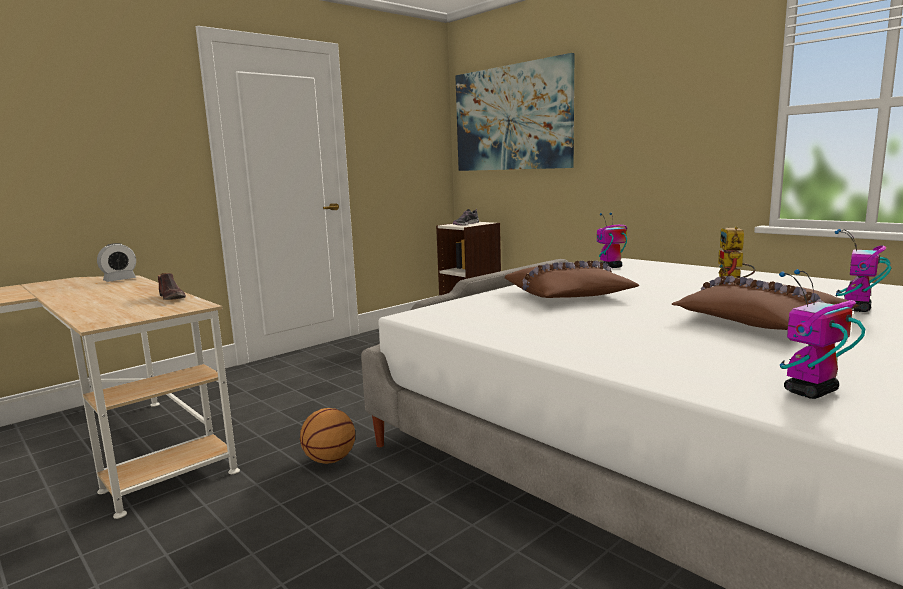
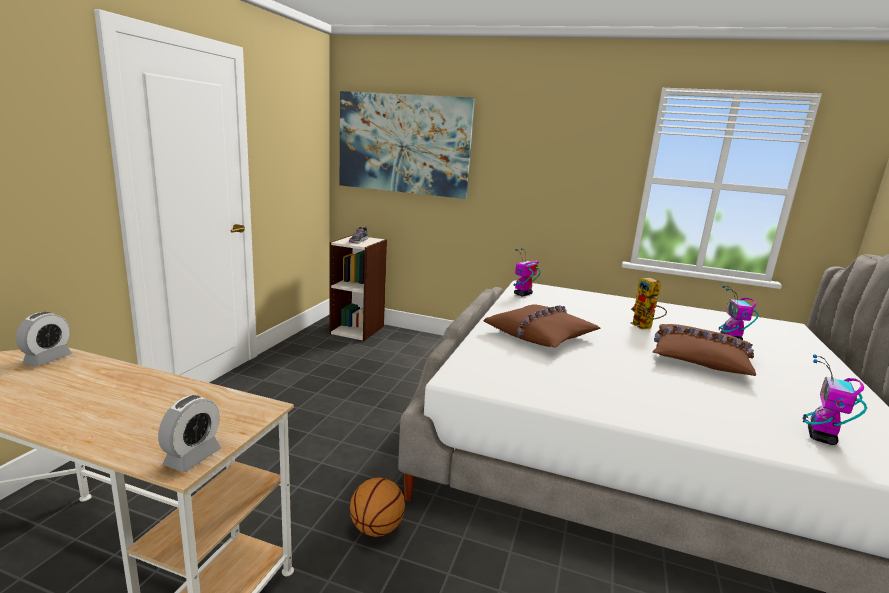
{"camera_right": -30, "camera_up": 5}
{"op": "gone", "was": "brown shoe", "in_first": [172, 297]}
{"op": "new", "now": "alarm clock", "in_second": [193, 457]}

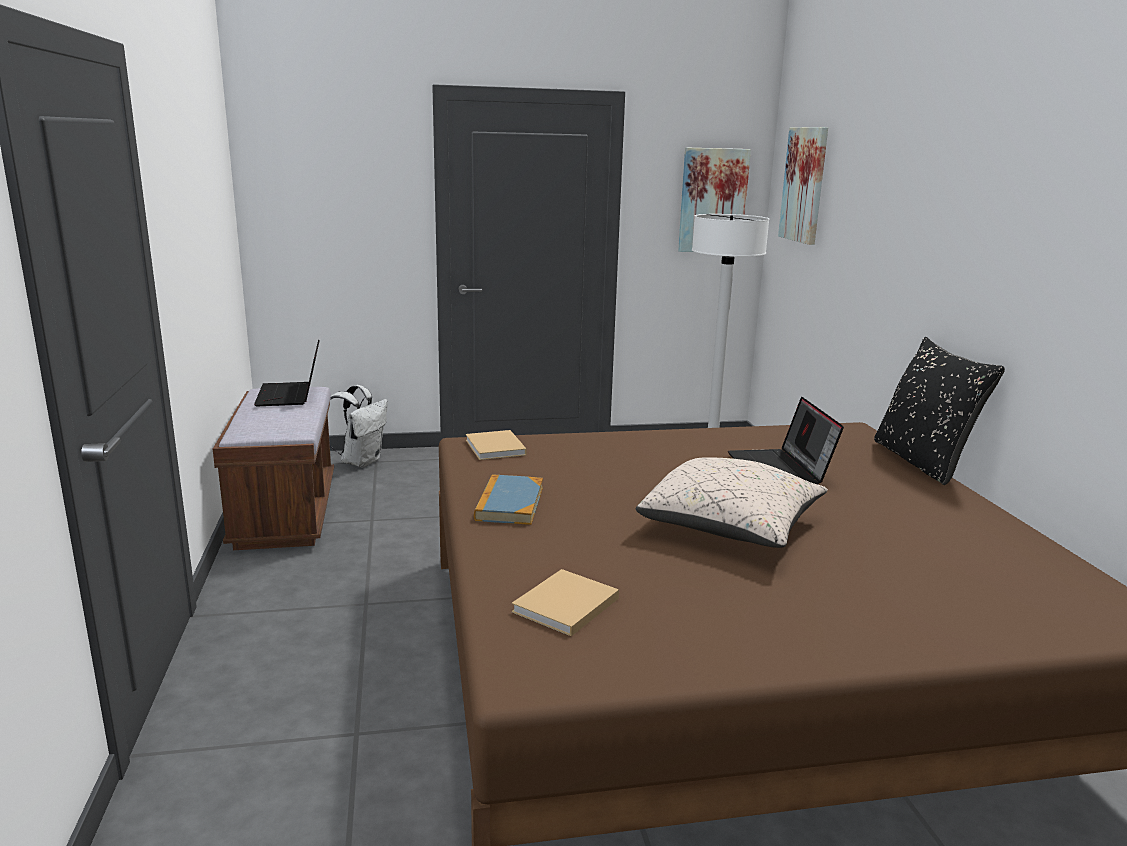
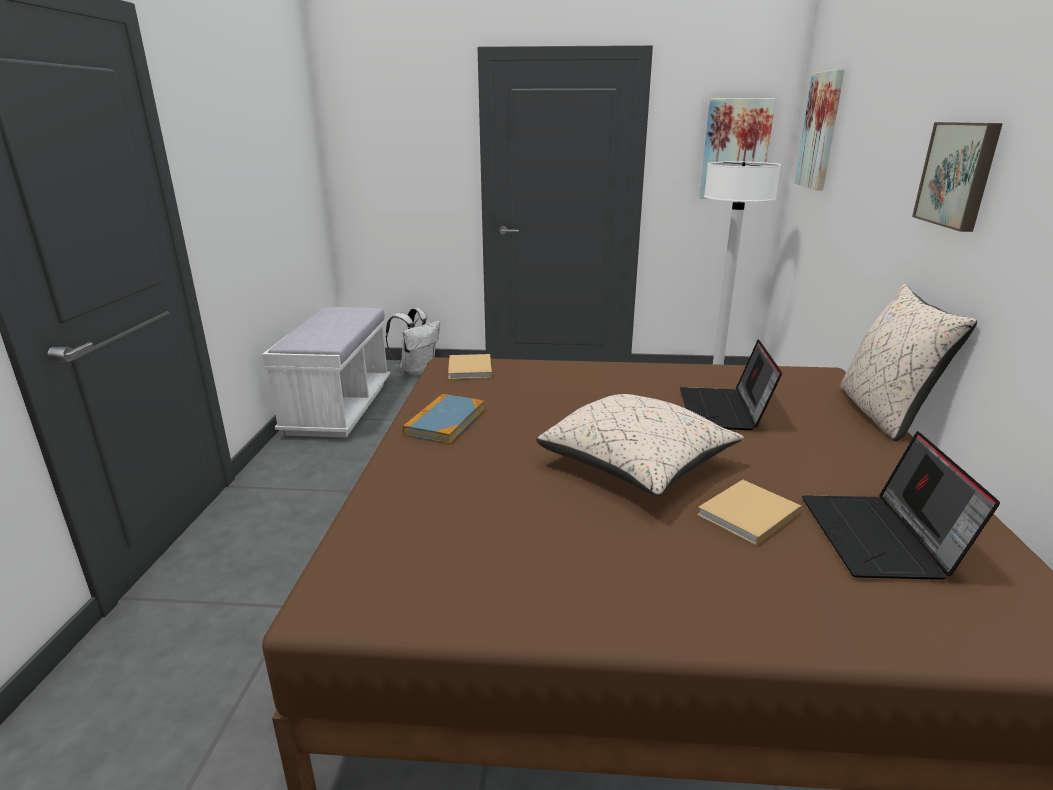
{"camera_right": 15, "camera_up": 5}
{"op": "repainted", "was": "brown bench", "now": "white bench", "in_first": [285, 513], "in_second": [339, 408]}
{"op": "shifted", "was": "laptop", "in_first": [291, 395], "in_second": [881, 538]}
{"op": "shifted", "was": "beige book", "in_first": [564, 606], "in_second": [746, 515]}
{"op": "repainted", "was": "black pillow", "now": "beige pillow", "in_first": [922, 461], "in_second": [883, 413]}
{"op": "new", "now": "picture", "in_second": [959, 174]}

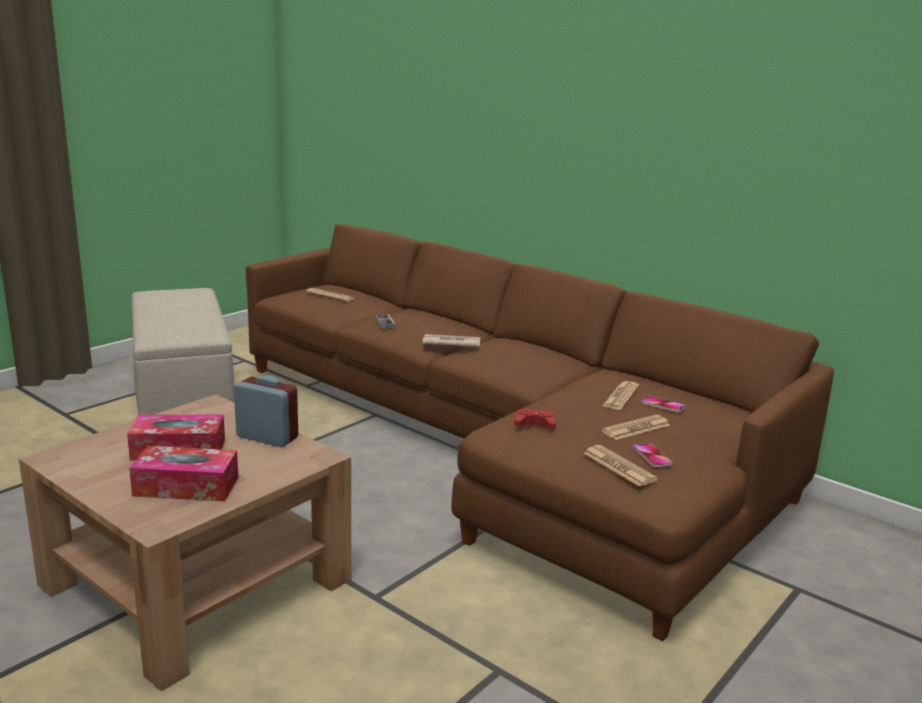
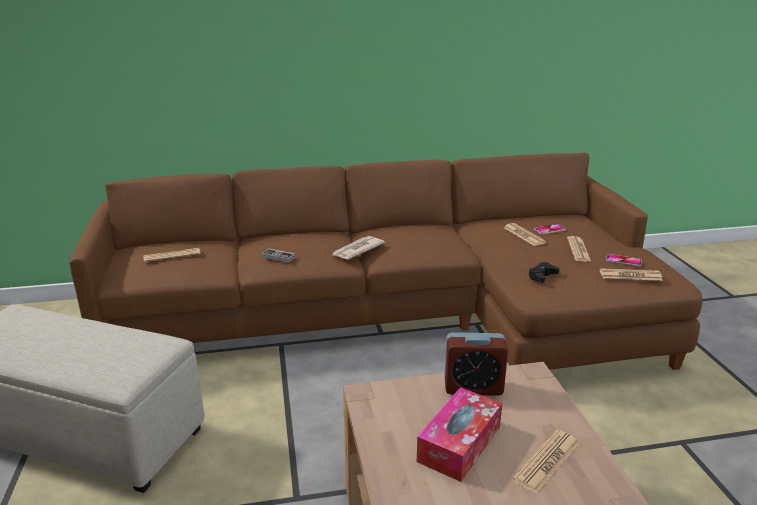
{"camera_right": -50, "camera_up": 5}
{"op": "swapped", "was": "tissue box", "now": "newspaper", "in_first": [186, 486], "in_second": [547, 462]}
{"op": "rotated", "was": "alarm clock", "in_first": [267, 437], "in_second": [473, 387], "clockwise": -150}
{"op": "repainted", "was": "red game controller", "now": "black game controller", "in_first": [534, 424], "in_second": [542, 276]}

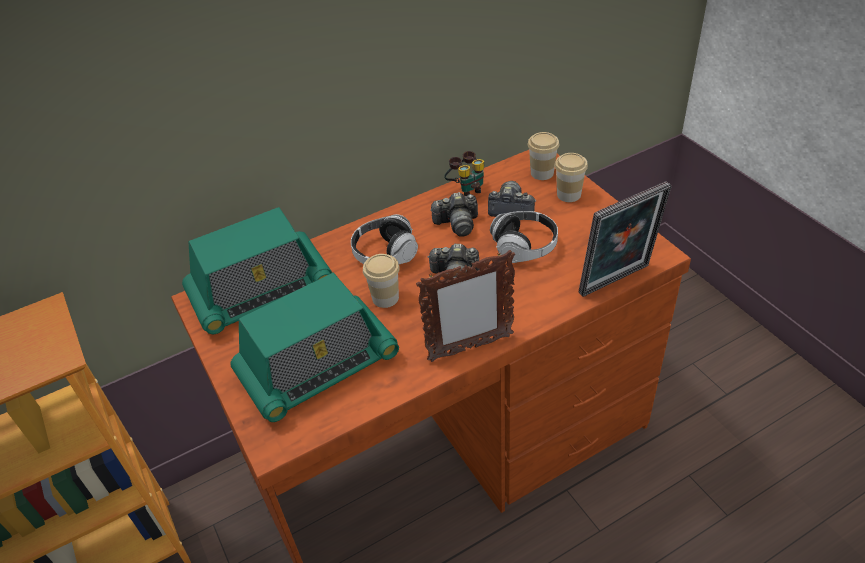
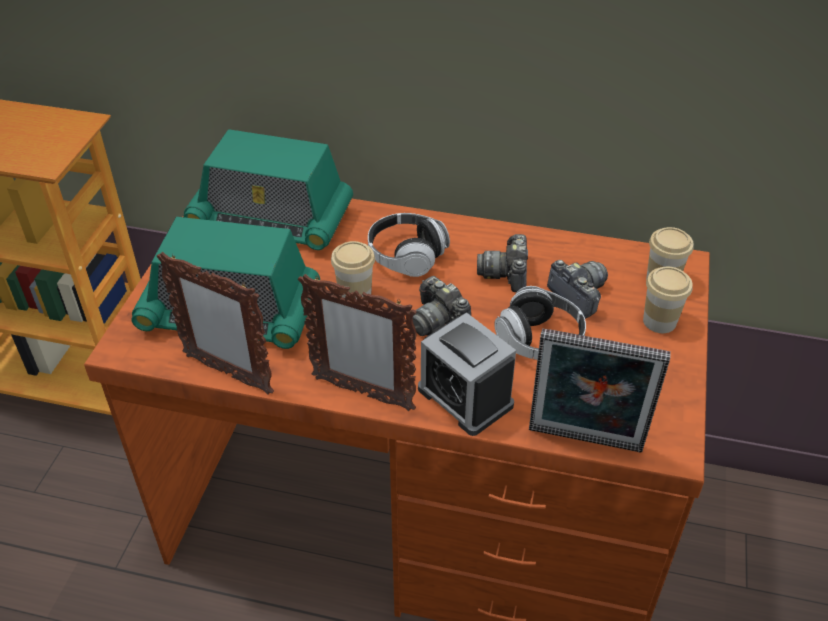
{"camera_right": 40, "camera_up": 0}
{"op": "rotated", "was": "photo camera", "in_first": [457, 224], "in_second": [506, 274], "clockwise": 60}
{"op": "gone", "was": "binoculars", "in_first": [466, 190]}
{"op": "new", "now": "picture frame", "in_second": [227, 374]}
{"op": "new", "now": "alarm clock", "in_second": [465, 397]}

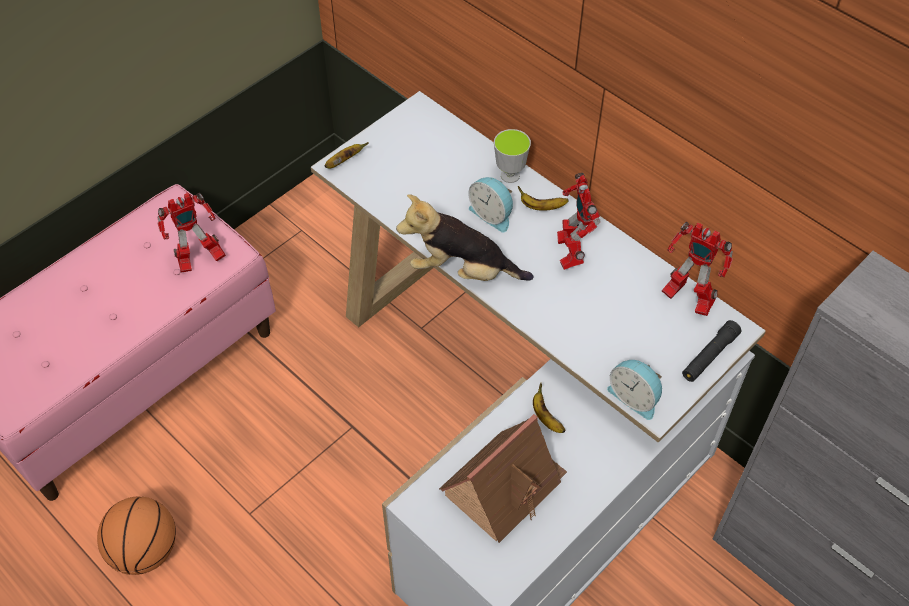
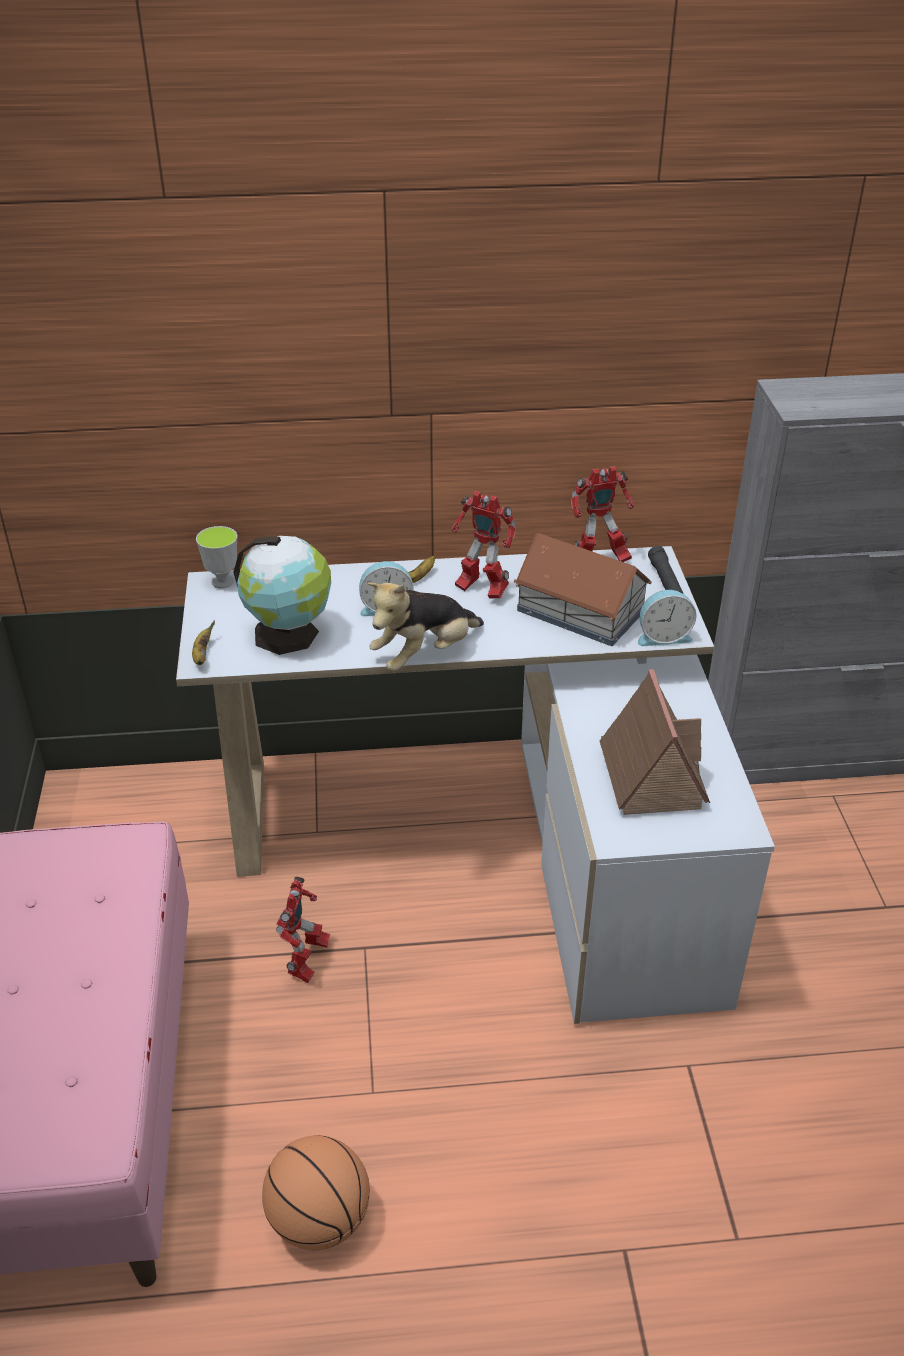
{"camera_right": -50, "camera_up": -15}
{"op": "shifted", "was": "toy robot", "in_first": [199, 260], "in_second": [307, 962]}
{"op": "shifted", "was": "cup", "in_first": [510, 175], "in_second": [222, 582]}
{"op": "gone", "was": "banana", "in_first": [545, 417]}
{"op": "new", "now": "globe", "in_second": [289, 634]}
{"op": "new", "now": "toy house", "in_second": [581, 611]}

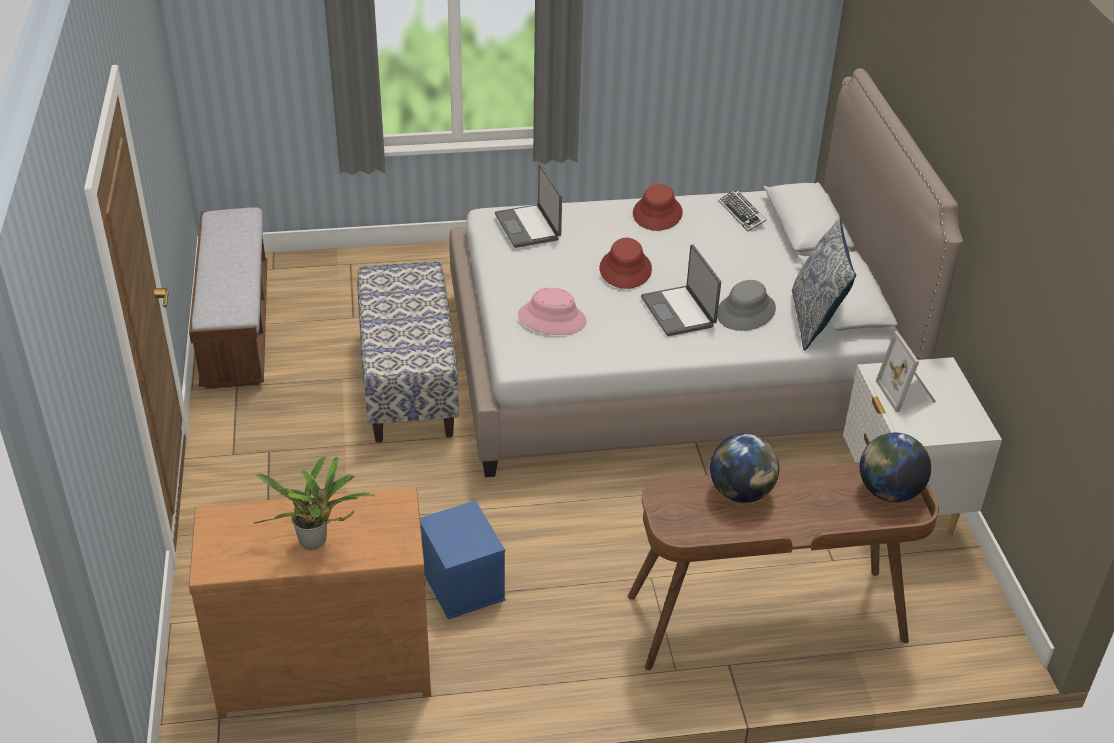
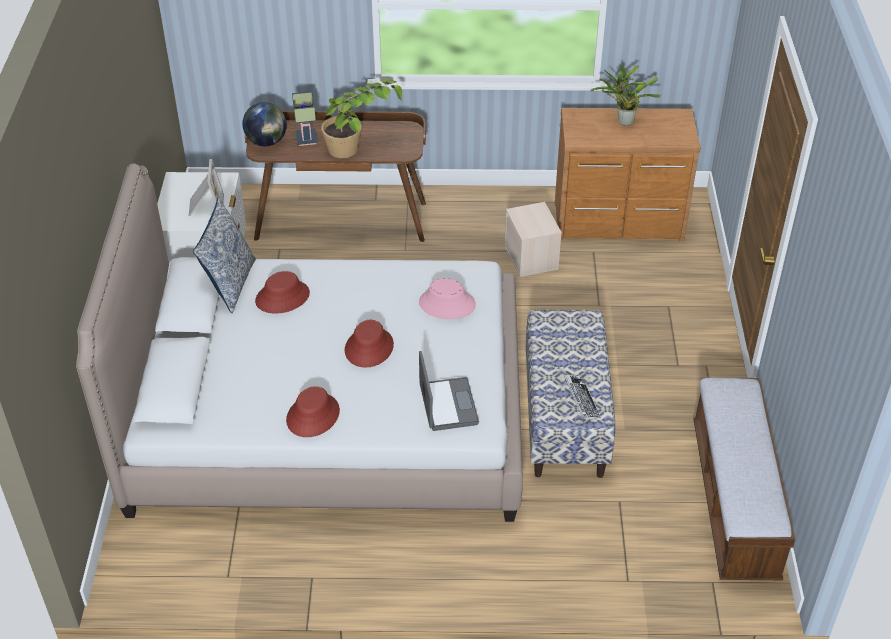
{"camera_right": -170, "camera_up": 5}
{"op": "repainted", "was": "blue storage box", "now": "beige storage box", "in_first": [461, 583], "in_second": [532, 258]}
{"op": "gone", "was": "laptop", "in_first": [679, 312]}
{"op": "swapped", "was": "globe", "now": "potted plant", "in_first": [740, 493], "in_second": [359, 149]}
{"op": "repainted", "was": "grey hat", "now": "red hat", "in_first": [746, 312], "in_second": [282, 297]}
{"op": "shifted", "was": "keyboard", "in_first": [742, 214], "in_second": [581, 400]}
{"op": "new", "now": "table lamp", "in_second": [305, 138]}

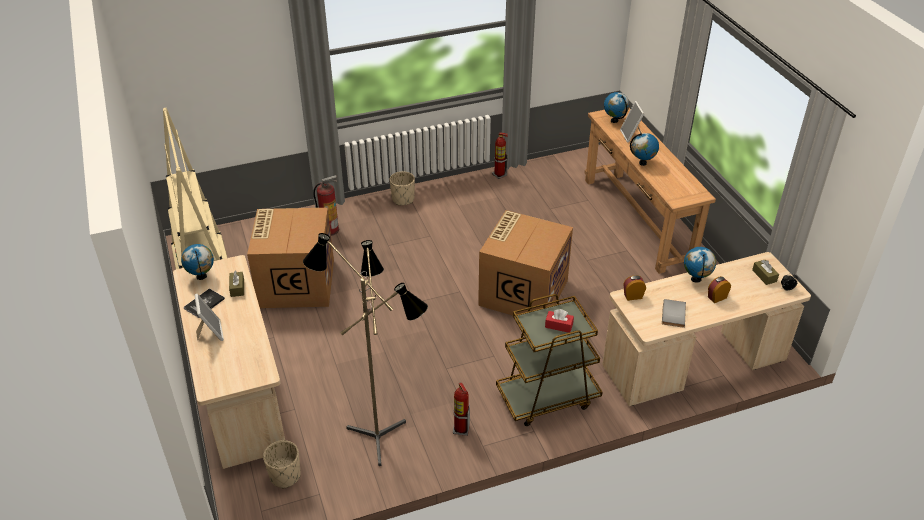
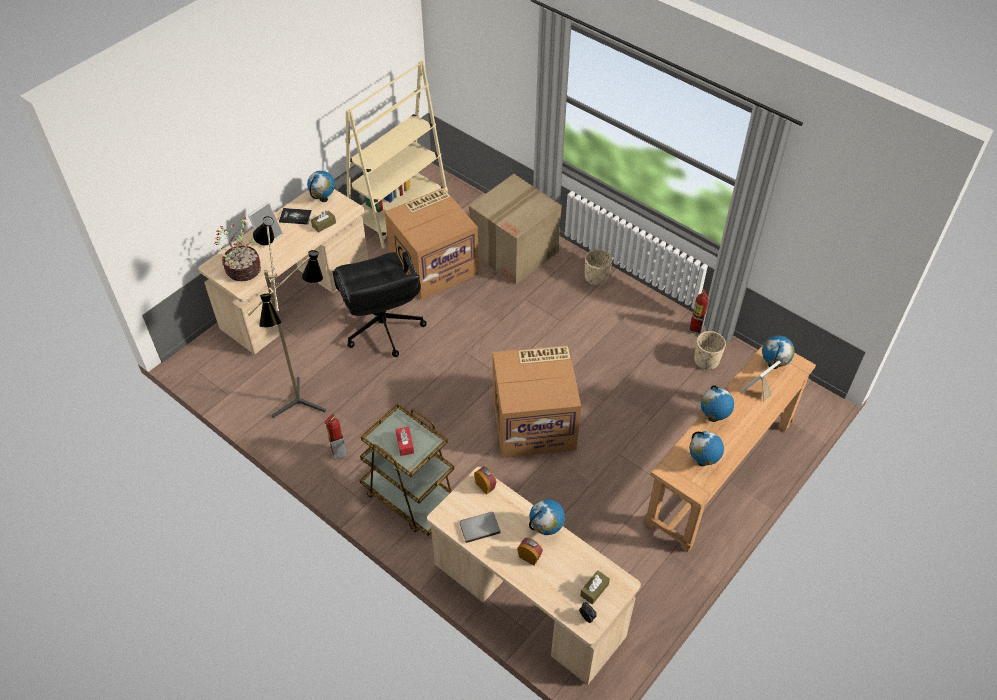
{"camera_right": 60, "camera_up": 10}
{"op": "shifted", "was": "beige planter", "in_first": [285, 476], "in_second": [706, 360]}
{"op": "swapped", "was": "fire extinguisher", "now": "cardboard box", "in_first": [330, 230], "in_second": [515, 252]}
{"op": "new", "now": "potted plant", "in_second": [244, 270]}
{"op": "new", "now": "black office chair", "in_second": [383, 328]}
{"op": "new", "now": "globe", "in_second": [702, 462]}

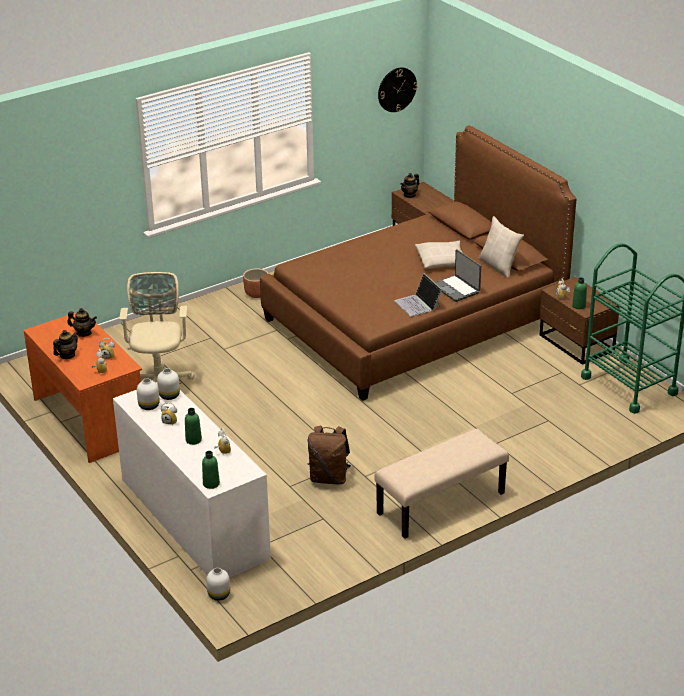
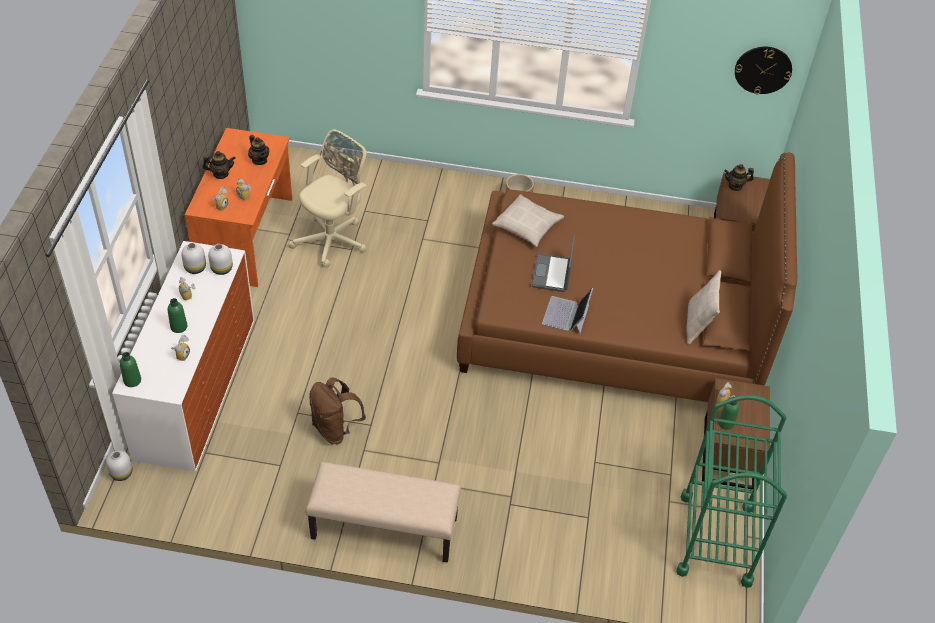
{"camera_right": 40, "camera_up": 15}
{"op": "shifted", "was": "beige pillow", "in_first": [442, 260], "in_second": [527, 226]}
{"op": "shifted", "was": "laptop", "in_first": [456, 289], "in_second": [552, 274]}

